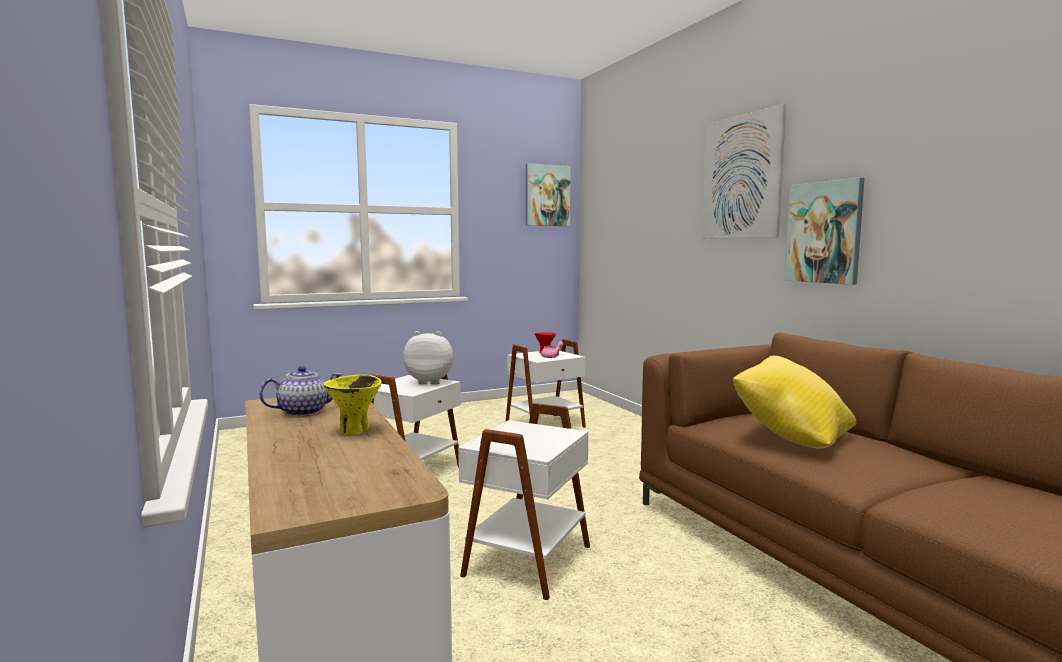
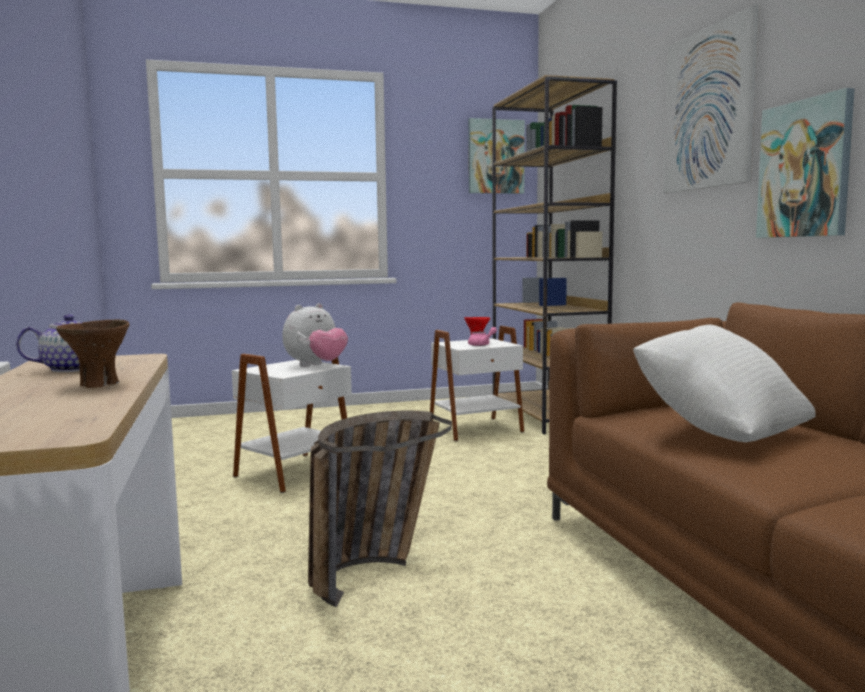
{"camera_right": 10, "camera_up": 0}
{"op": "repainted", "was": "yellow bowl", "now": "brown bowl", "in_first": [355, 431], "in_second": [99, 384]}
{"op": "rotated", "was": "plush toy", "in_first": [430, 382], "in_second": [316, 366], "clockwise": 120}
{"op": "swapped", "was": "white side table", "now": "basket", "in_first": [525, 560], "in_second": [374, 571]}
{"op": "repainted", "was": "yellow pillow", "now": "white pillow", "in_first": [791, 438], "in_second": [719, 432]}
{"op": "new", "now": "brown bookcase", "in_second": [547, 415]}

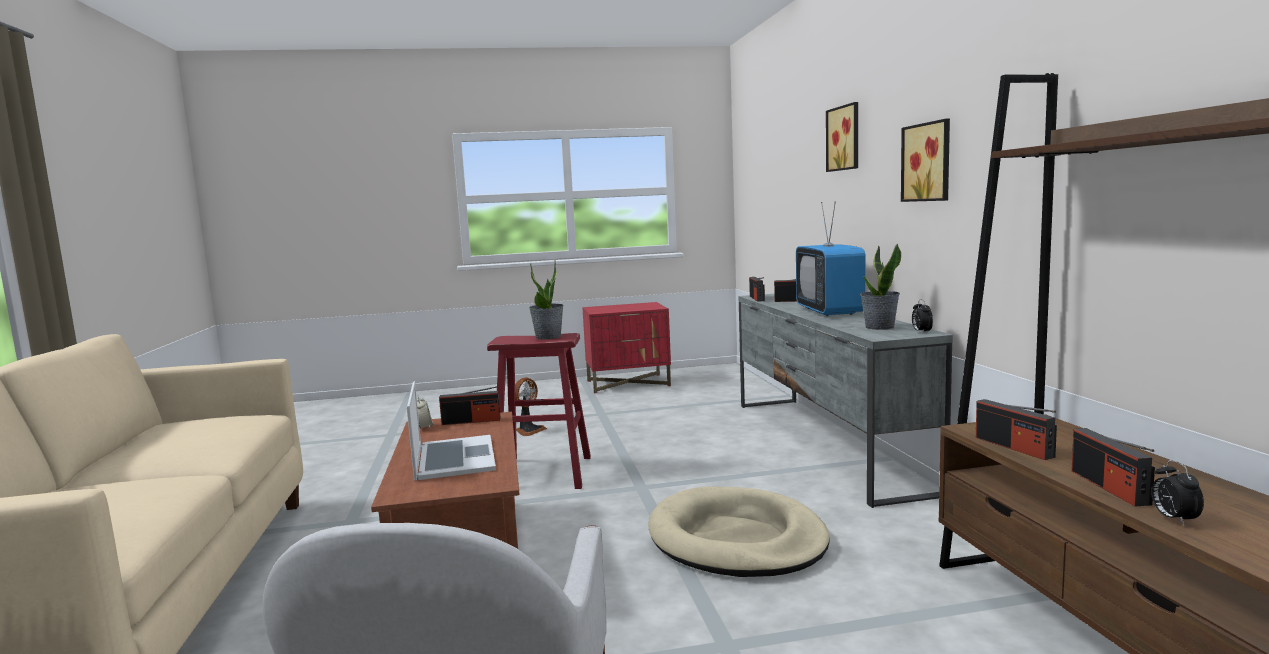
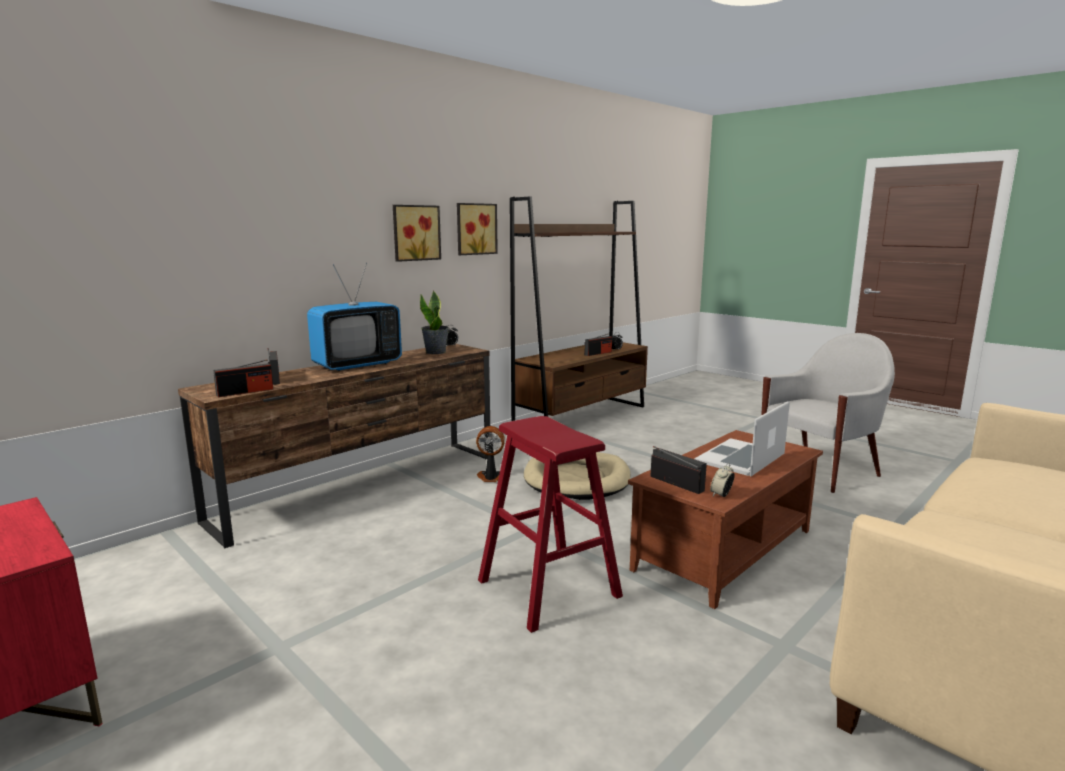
{"camera_right": -125, "camera_up": 5}
{"op": "shifted", "was": "fan", "in_first": [529, 430], "in_second": [491, 477]}
{"op": "gone", "was": "potted plant", "in_first": [548, 337]}
{"op": "repainted", "was": "grey tv stand", "now": "brown tv stand", "in_first": [824, 443], "in_second": [363, 486]}
{"op": "shifted", "was": "picture", "in_first": [845, 138], "in_second": [475, 229]}
{"op": "gone", "was": "radio", "in_first": [1013, 447]}

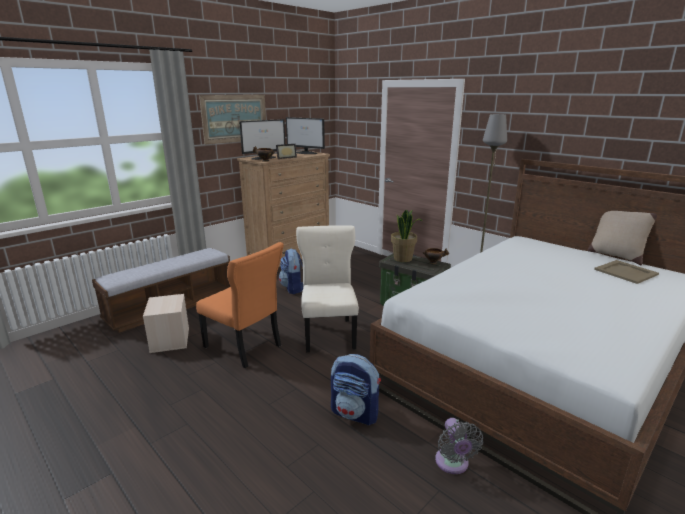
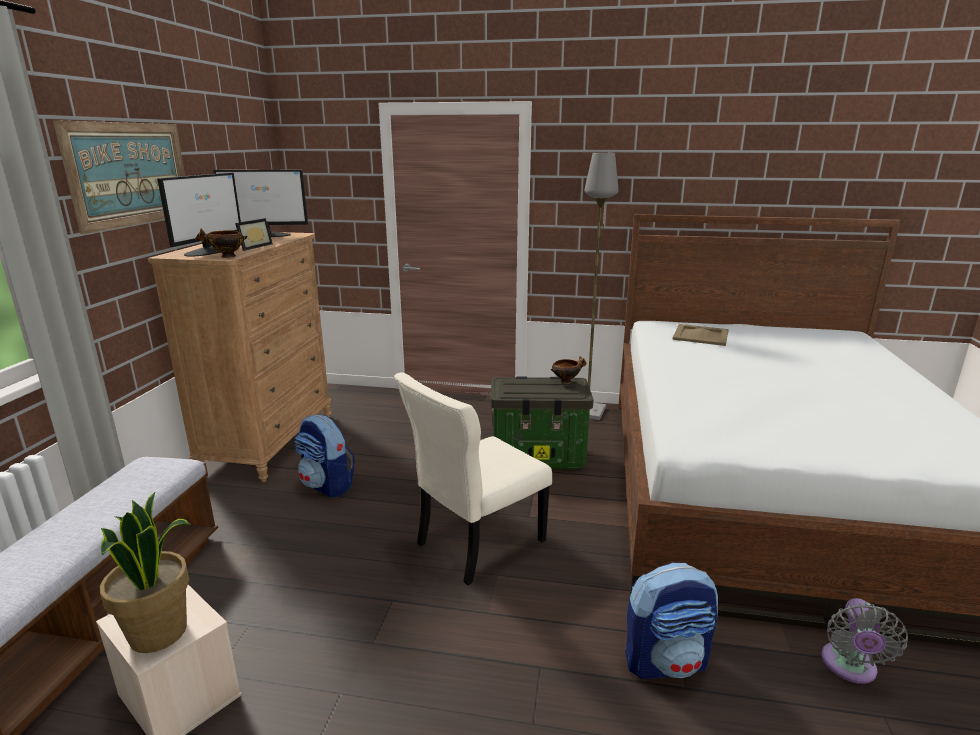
{"camera_right": -35, "camera_up": 0}
{"op": "gone", "was": "orange chair", "in_first": [244, 347]}
{"op": "rotated", "was": "beige chair", "in_first": [329, 333], "in_second": [476, 544], "clockwise": -90}
{"op": "shifted", "was": "potted plant", "in_first": [403, 259], "in_second": [160, 633]}
{"op": "rotated", "was": "grey fan", "in_first": [453, 464], "in_second": [849, 668], "clockwise": 60}
{"op": "gone", "was": "beige pillow", "in_first": [615, 256]}
{"op": "shifted", "was": "beige tray", "in_first": [626, 272], "in_second": [701, 335]}

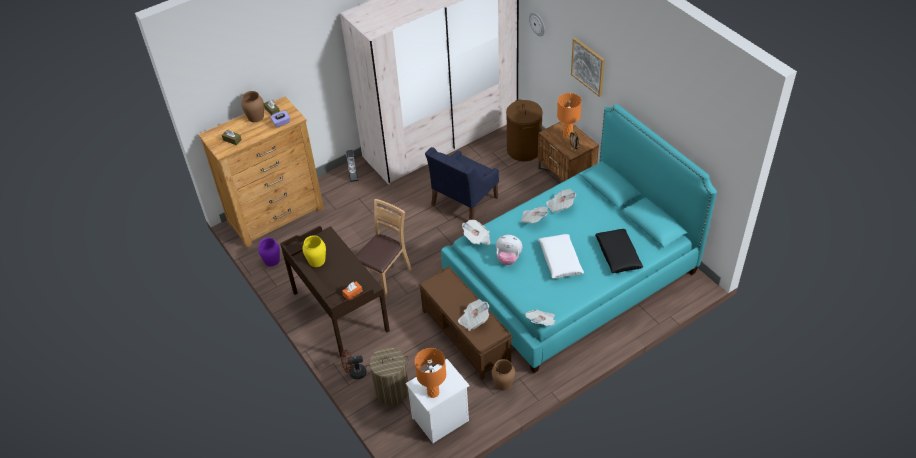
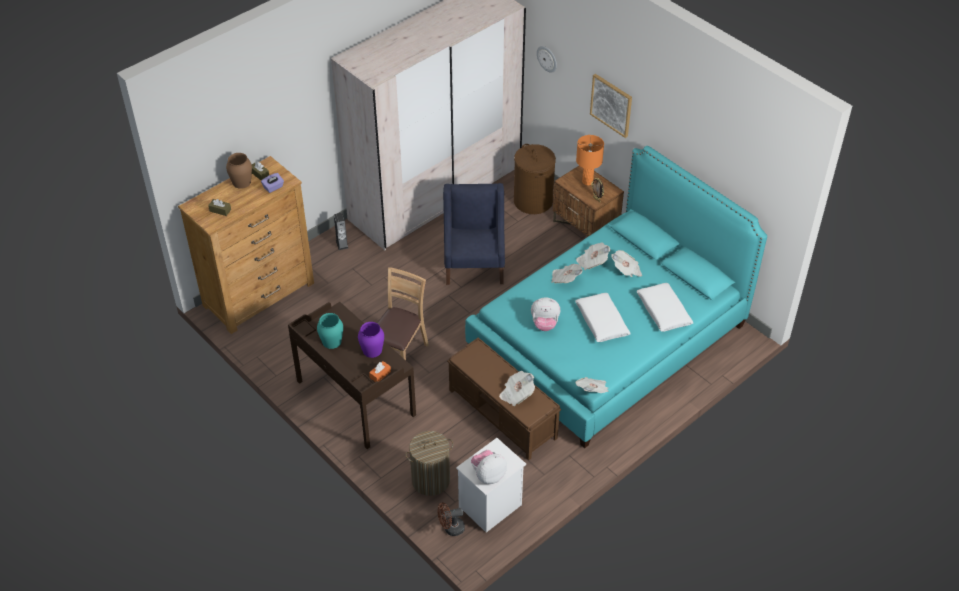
{"camera_right": -10, "camera_up": 0}
{"op": "shifted", "was": "purple vase", "in_first": [272, 260], "in_second": [372, 350]}
{"op": "repainted", "was": "yellow vase", "now": "turquoise vase", "in_first": [316, 260], "in_second": [331, 341]}
{"op": "shifted", "was": "brown fan", "in_first": [355, 373], "in_second": [451, 528]}
{"op": "swapped", "was": "orange table lamp", "now": "plush toy", "in_first": [433, 393], "in_second": [488, 475]}
{"op": "rotated", "was": "blue armchair", "in_first": [463, 201], "in_second": [474, 264], "clockwise": 150}
{"op": "shifted", "was": "newspaper", "in_first": [477, 238], "in_second": [626, 270]}
{"op": "gone", "was": "brown vase", "in_first": [503, 383]}
{"op": "repainted", "was": "black pillow", "now": "white pillow", "in_first": [618, 255], "in_second": [663, 312]}

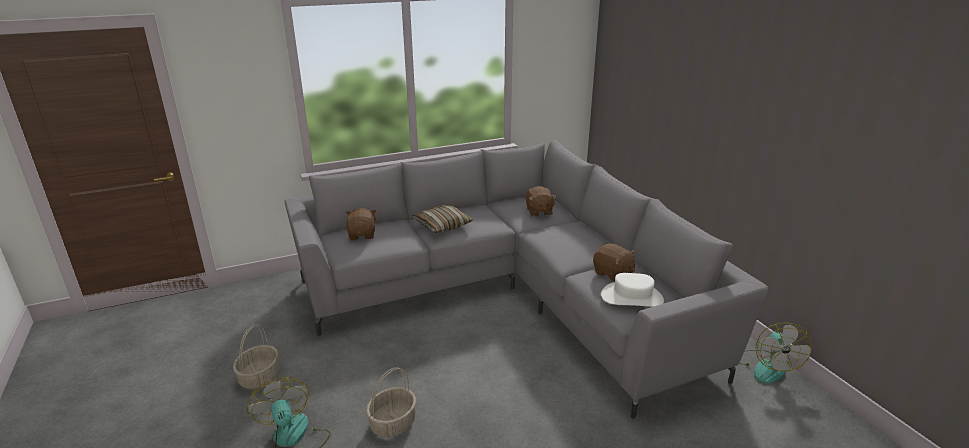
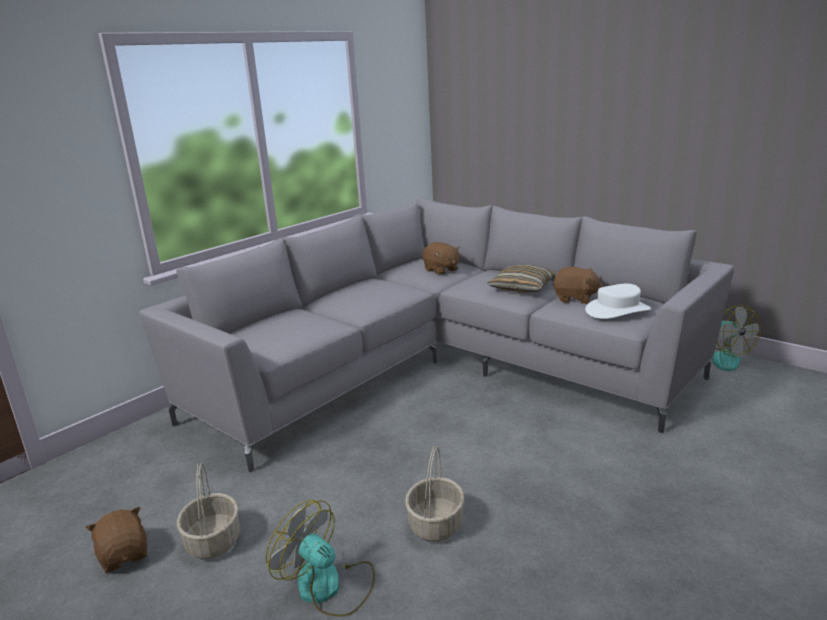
{"camera_right": -25, "camera_up": -5}
{"op": "shifted", "was": "brown plush toy", "in_first": [362, 235], "in_second": [124, 555]}
{"op": "shifted", "was": "pillow", "in_first": [442, 225], "in_second": [522, 287]}

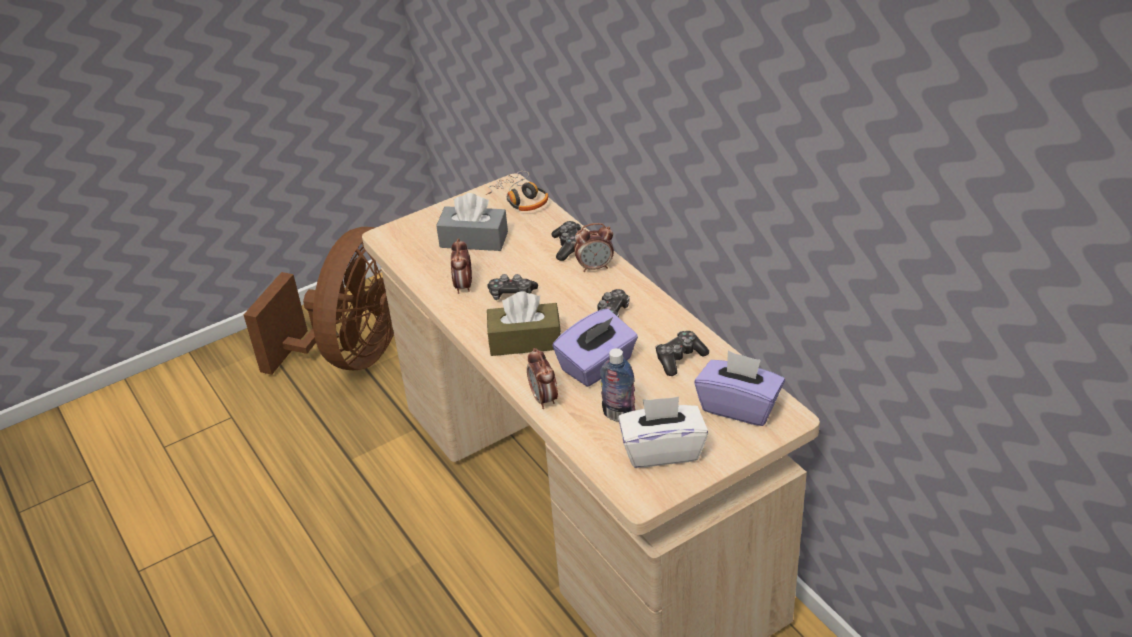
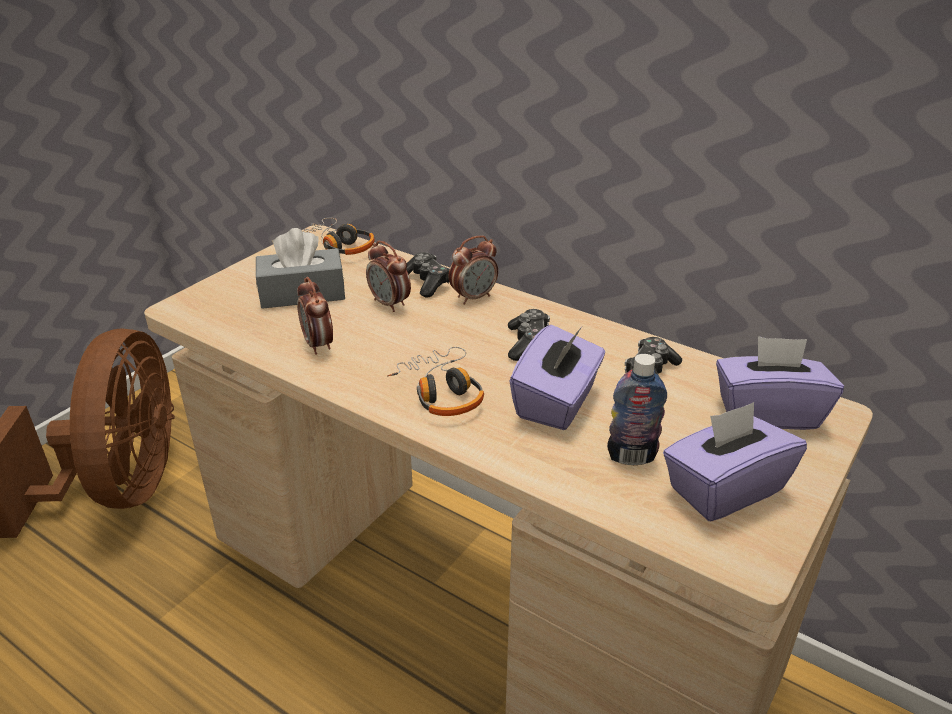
{"camera_right": -25, "camera_up": -5}
{"op": "swapped", "was": "brown tissue box", "now": "headphones", "in_first": [525, 341], "in_second": [441, 392]}
{"op": "gone", "was": "game controller", "in_first": [511, 294]}
{"op": "shifted", "was": "alarm clock", "in_first": [544, 399], "in_second": [390, 304]}
{"op": "repainted", "was": "white tissue box", "now": "purple tissue box", "in_first": [662, 450], "in_second": [724, 489]}

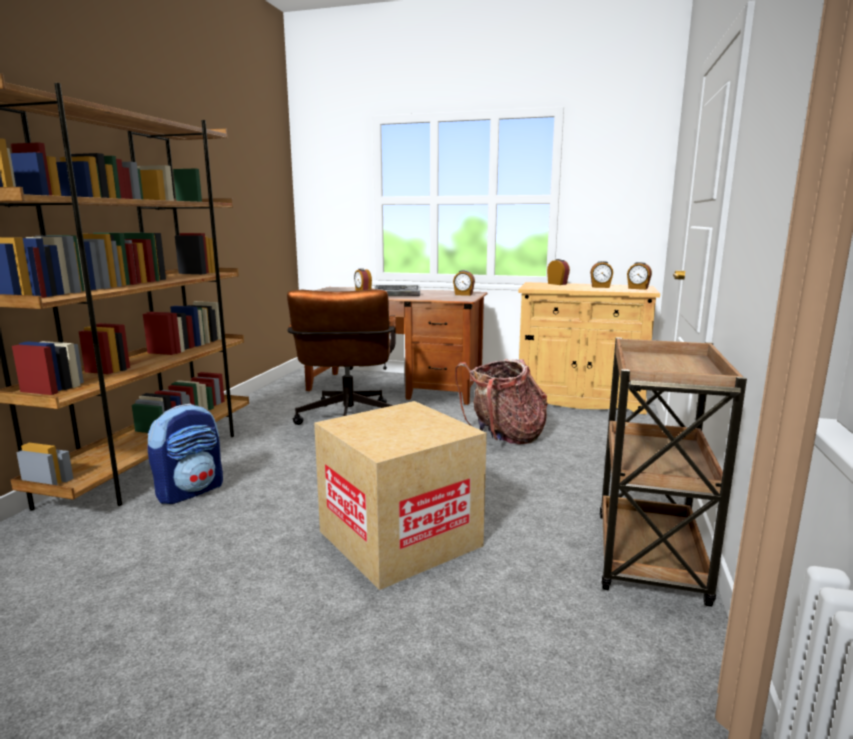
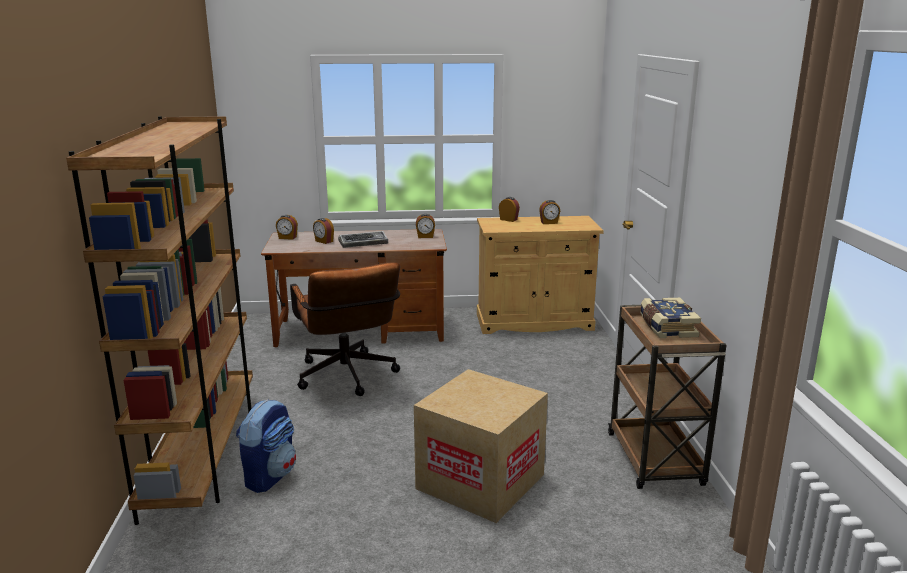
{"camera_right": -20, "camera_up": 5}
{"op": "gone", "was": "backpack", "in_first": [504, 437]}
{"op": "shifted", "was": "alarm clock", "in_first": [637, 288], "in_second": [287, 238]}
{"op": "new", "now": "book", "in_second": [666, 328]}

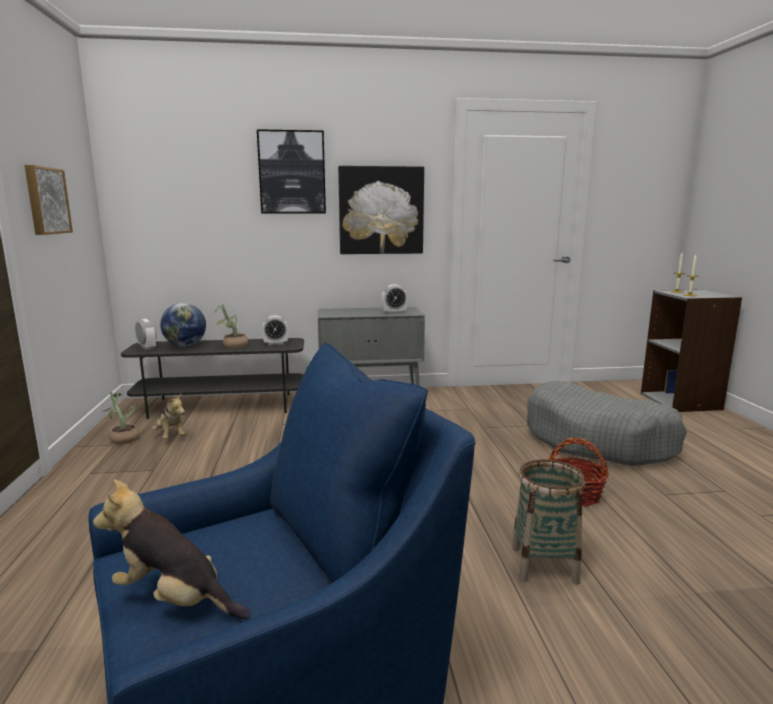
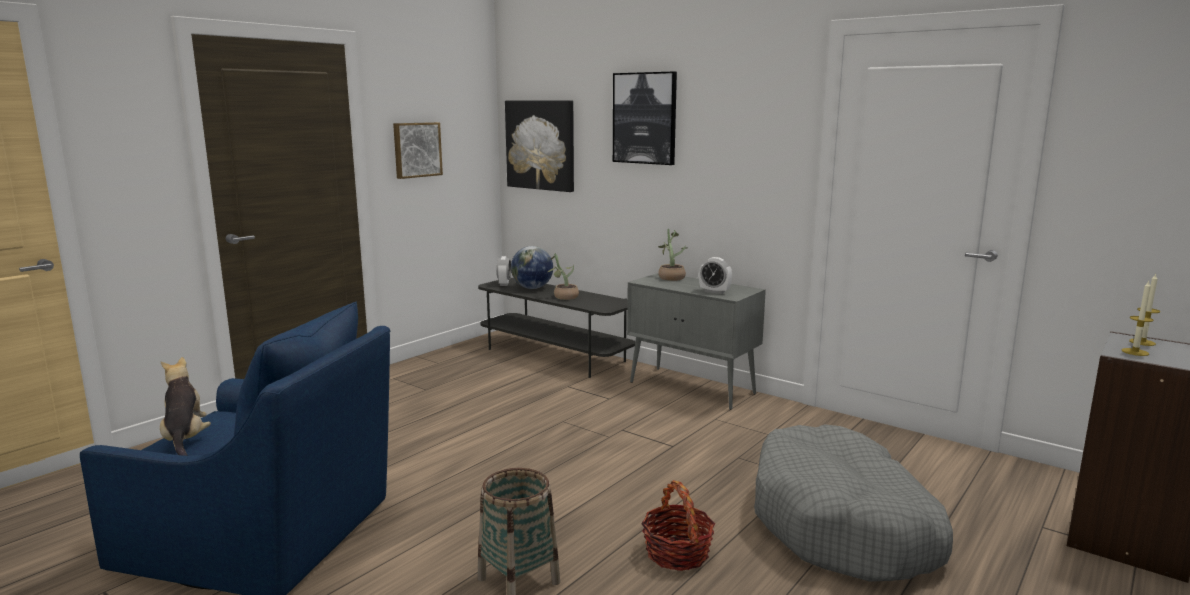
{"camera_right": 45, "camera_up": 0}
{"op": "shifted", "was": "potted plant", "in_first": [123, 438], "in_second": [670, 277]}
{"op": "gone", "was": "plush toy", "in_first": [170, 436]}
{"op": "gone", "was": "alarm clock", "in_first": [275, 343]}
{"op": "shifted", "was": "picture", "in_first": [381, 210], "in_second": [541, 145]}

